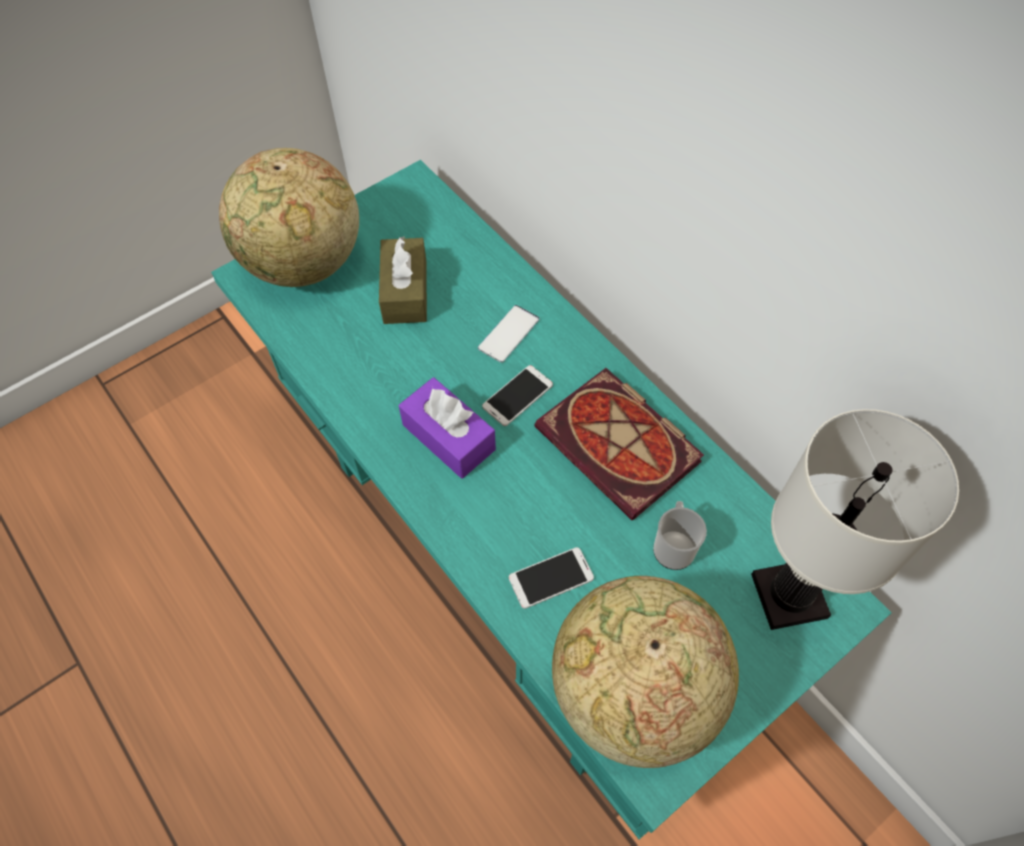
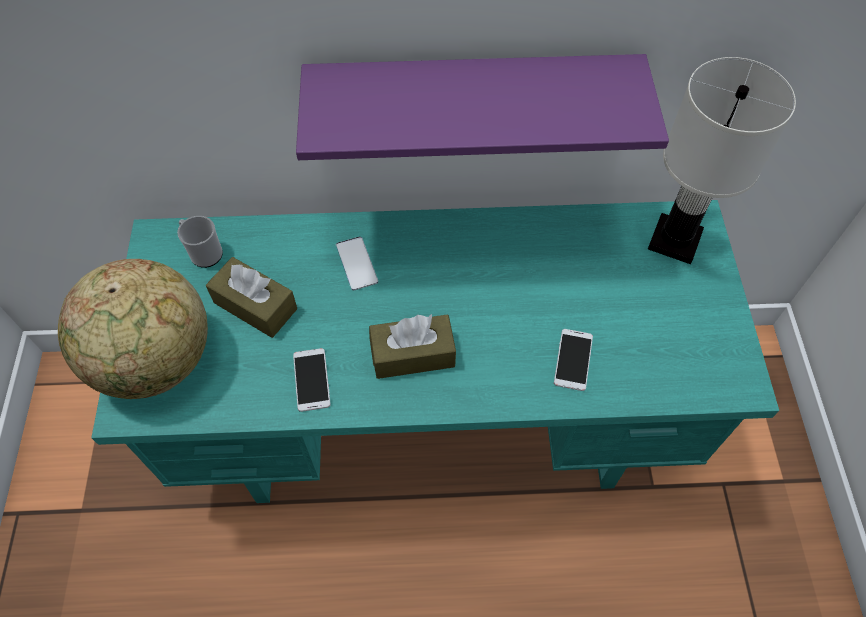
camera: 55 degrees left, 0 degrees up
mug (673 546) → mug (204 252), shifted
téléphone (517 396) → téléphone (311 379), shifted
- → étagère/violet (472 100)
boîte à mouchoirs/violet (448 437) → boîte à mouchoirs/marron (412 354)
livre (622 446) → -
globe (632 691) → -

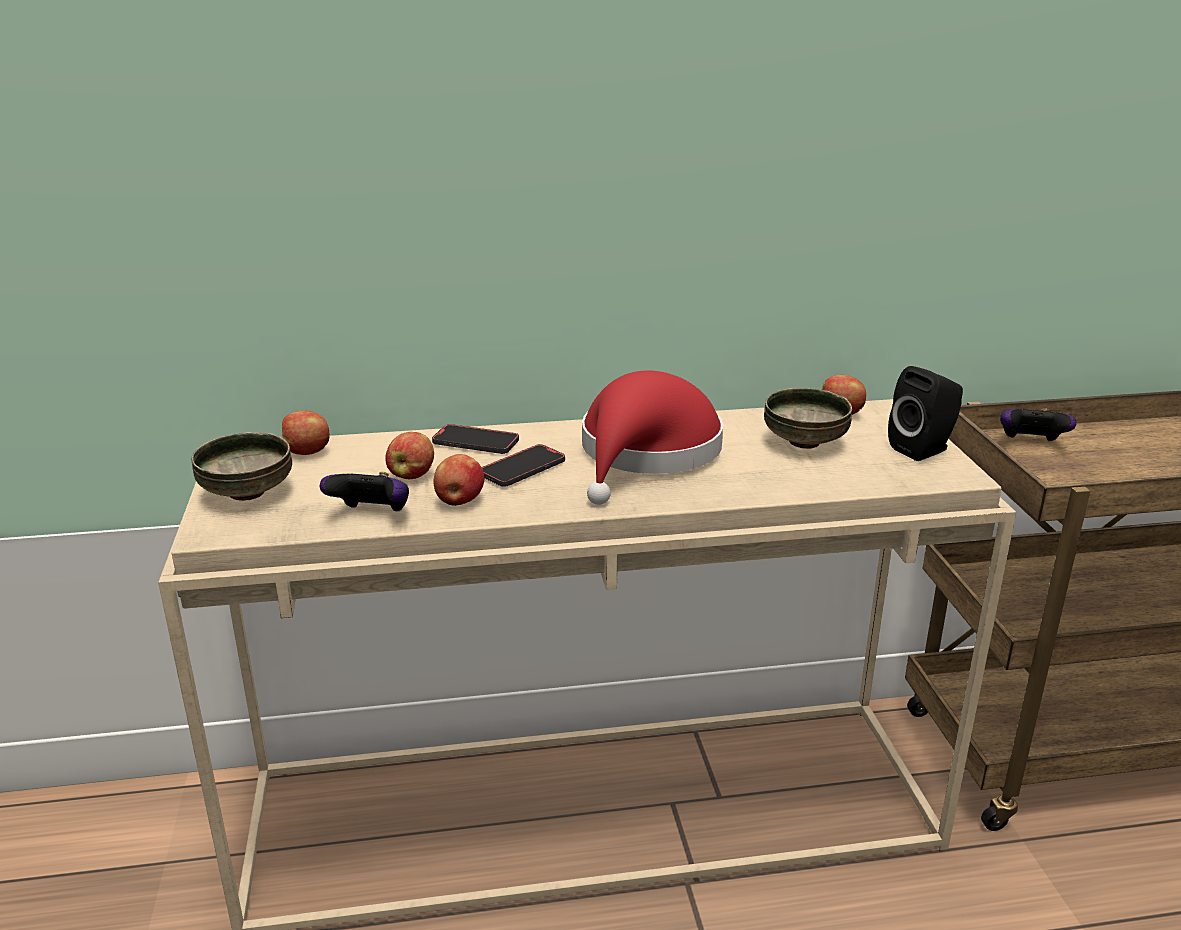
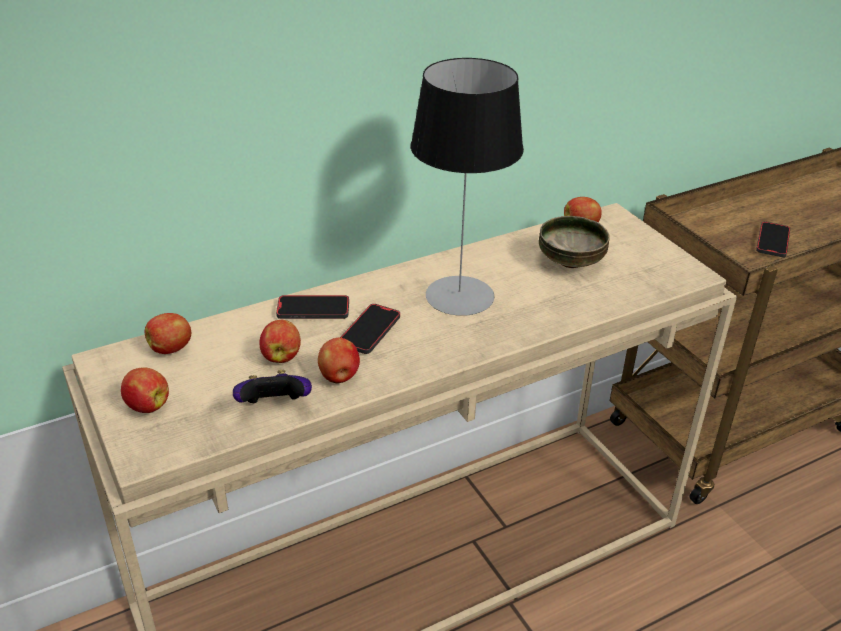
camera: 20 degrees left, 10 degrees up
bol (248 493) → pomme (147 406)
chapeau/rouge (647 454) → lampe de table (459 296)
- → téléphone (772 242)
enceinte/noir (924 449) → -
manette (1030 443) → -

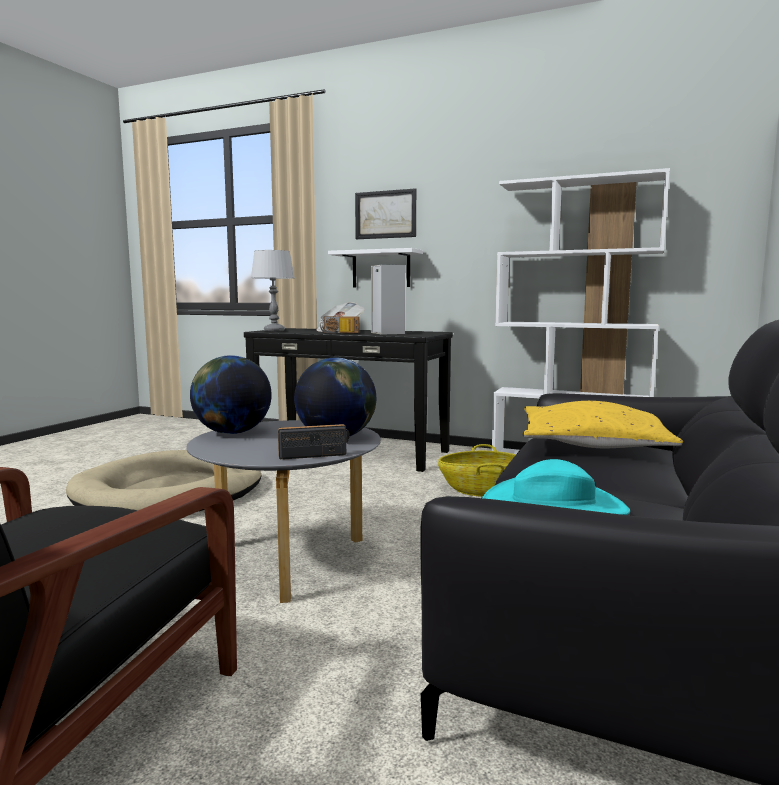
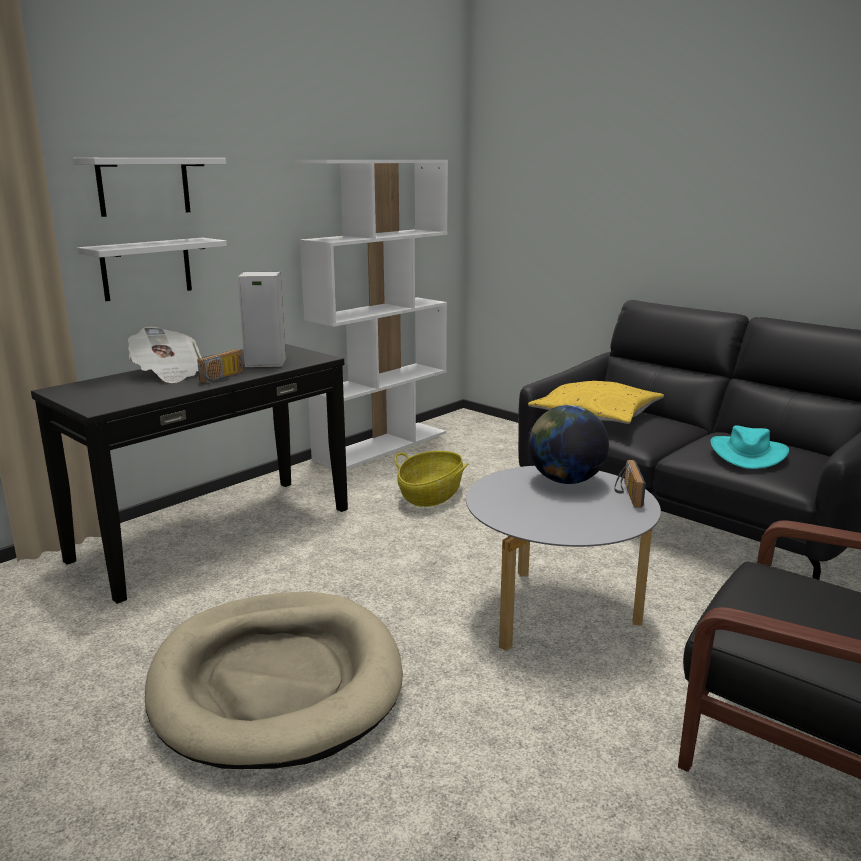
camera: 70 degrees left, 10 degrees up
tableau (385 214) → étagère/blanc (144 186)
globe (232 433) → -
lampe de table/gris (274 331) → -

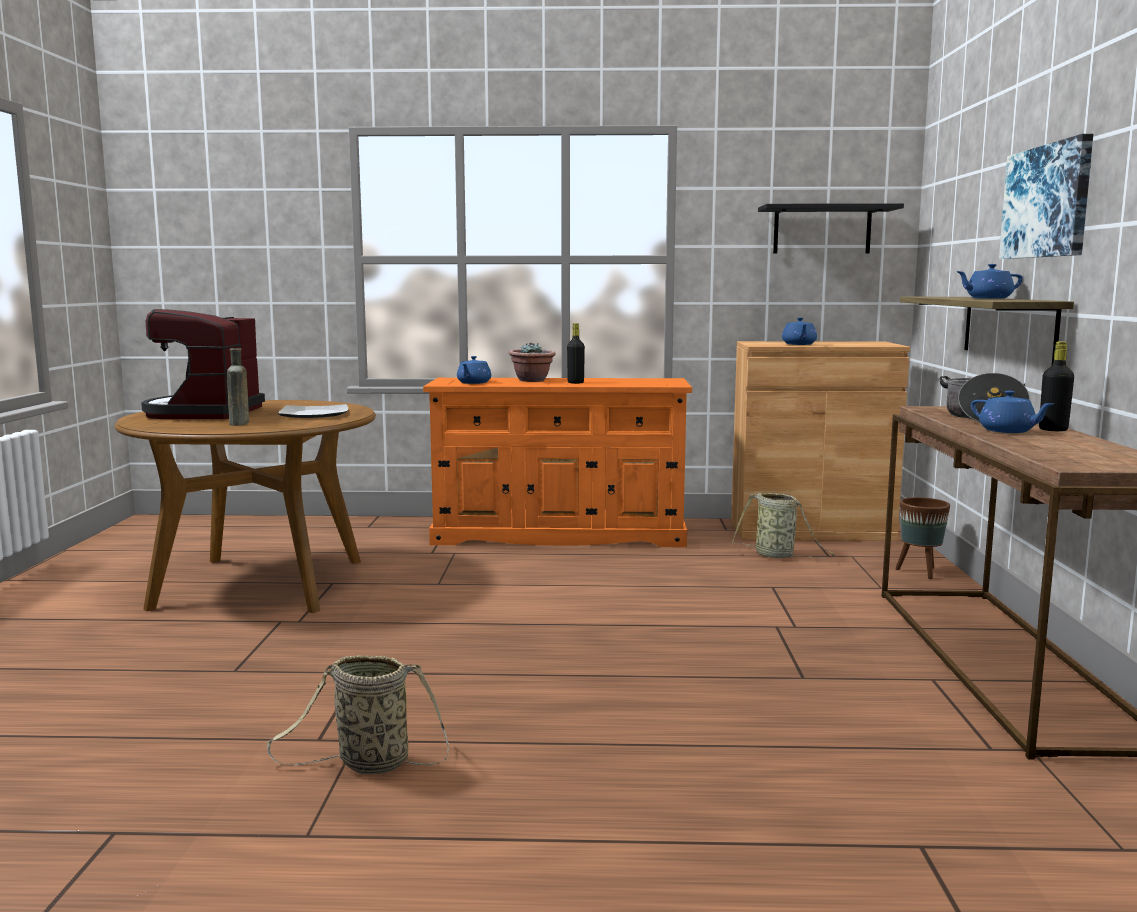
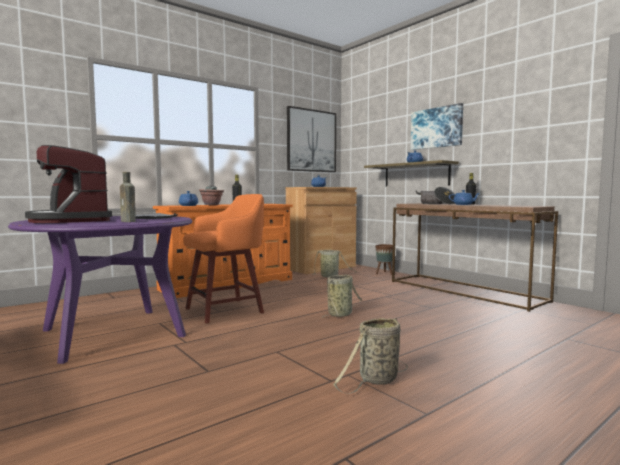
camera: 40 degrees left, 5 degrees down
table à manger/marron (260 584) → table à manger/violet (113 333)
- → tabouret/orange (227 310)
étagère/noir (822 230) → tableau (311 141)
- → panier (341 314)

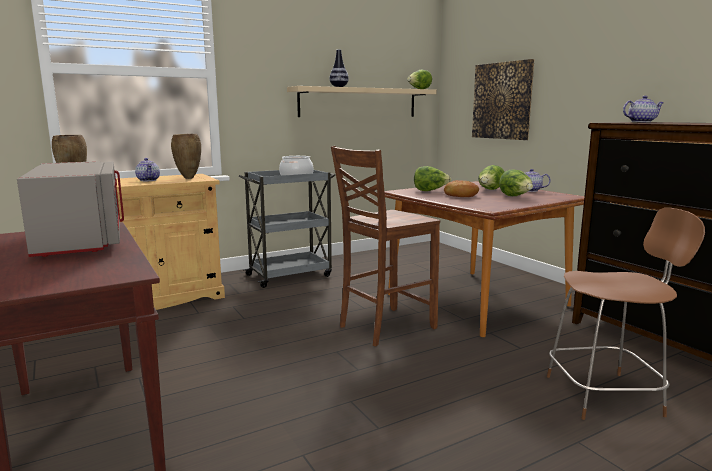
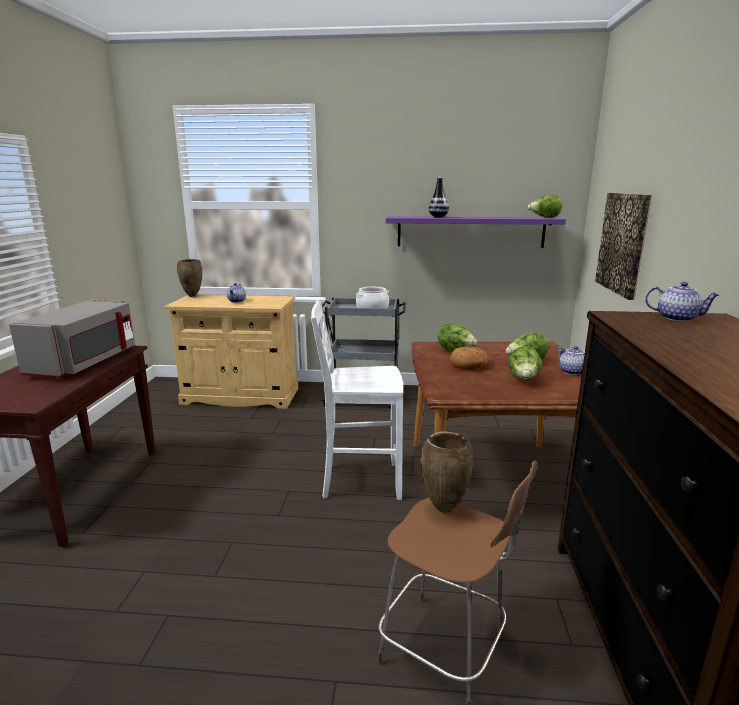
camera: 35 degrees right, 5 degrees up
chaise/marron (384 327) → chaise/blanc (359 480)
étagère/beige (359 102) → étagère/violet (470 231)
vase/marron (188 178) → vase/marron (443 509), shifted

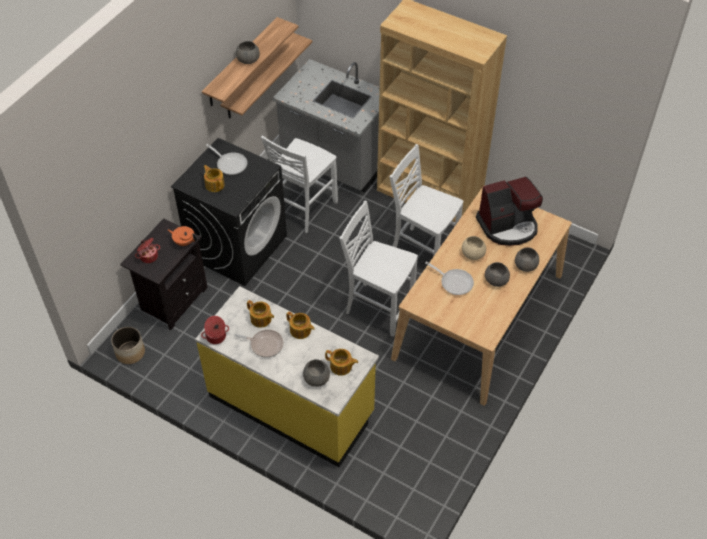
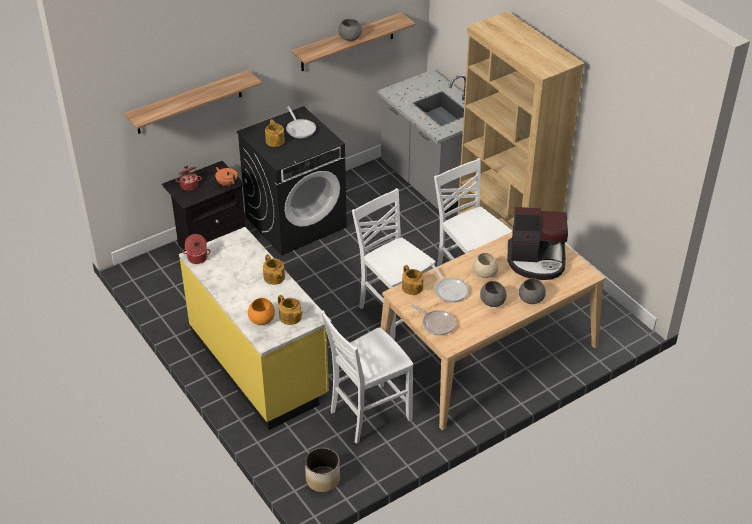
camera: 25 degrees right, 10 degrees down
étagère (258 77) → étagère (189 102), shifted
bol/gris (316 378) → bol/orange (262 318)
cache-pot (130 353) → cache-pot (322 479), shifted
chaise/blanc (303 209) → chaise/blanc (368 415), shifted
théière (261 319) → théière (412 288), shifted
poêle (265 344) → poêle (436 324), shifted

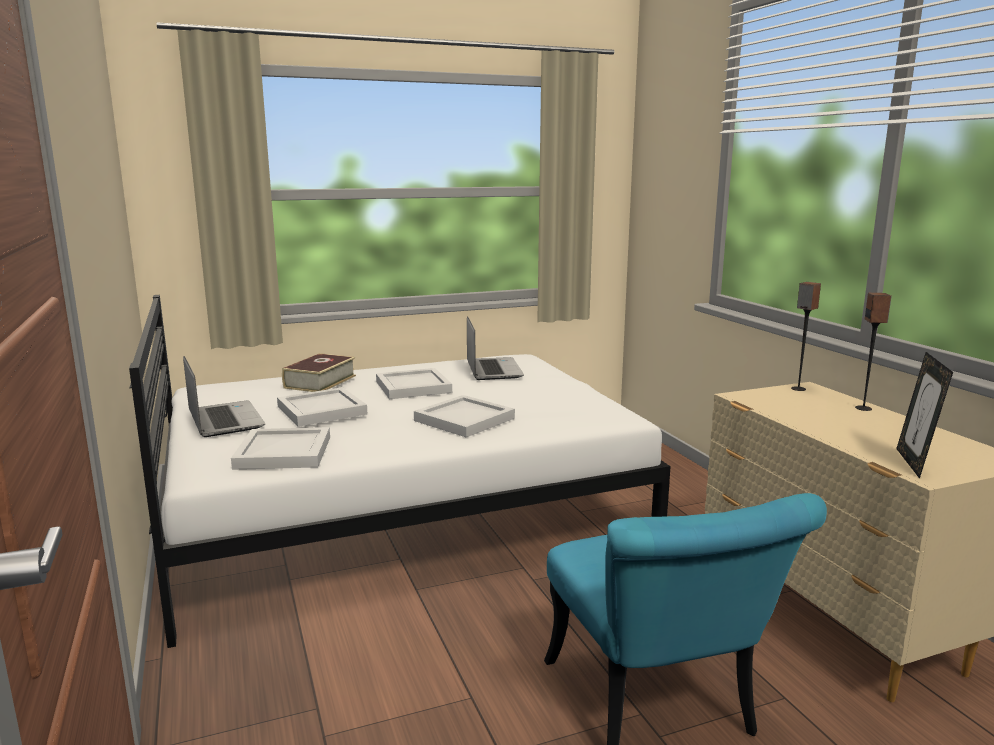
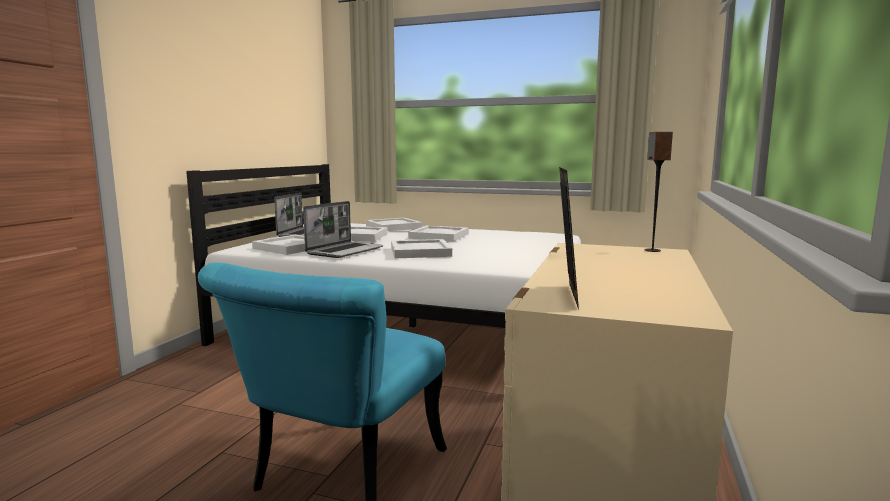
camera: 40 degrees right, 5 degrees down
ordinateur portable (492 370) → ordinateur portable (345 251), shifted
livre (320 382) → plateau/blanc (394 227)
cadre photo (914 463) → cadre photo (565 296), 135 degrees clockwise
enceinte (863 408) → -

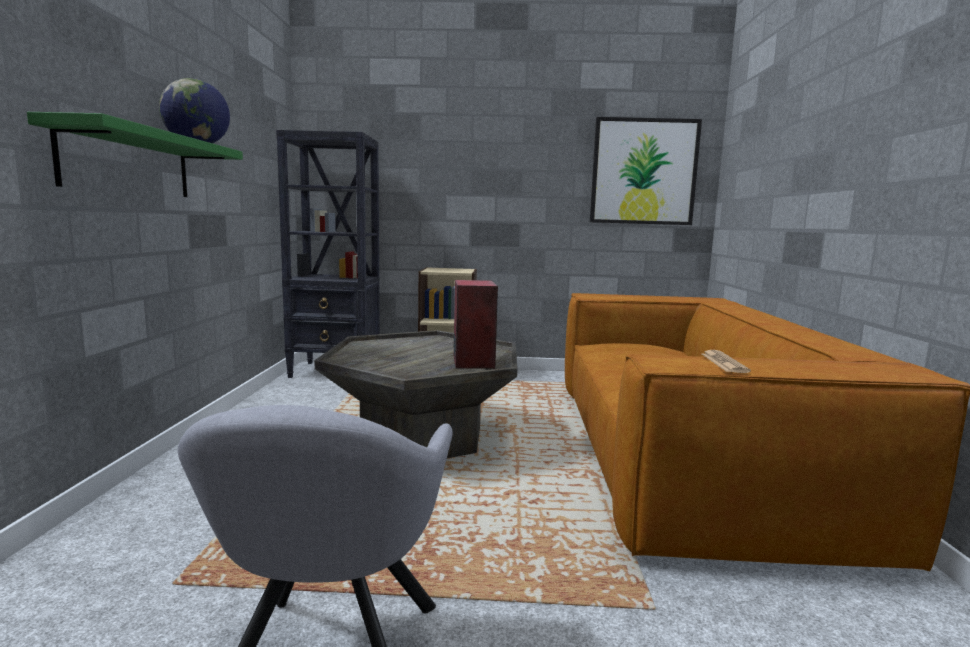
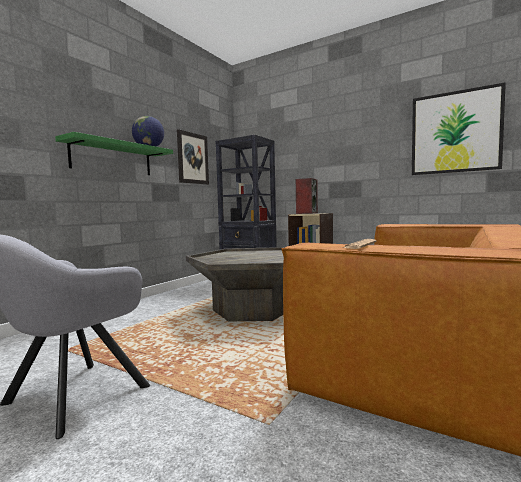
camera: 30 degrees right, 5 degrees down
- → tableau (192 158)
enceinte (472 361) → enceinte (306 213), shifted

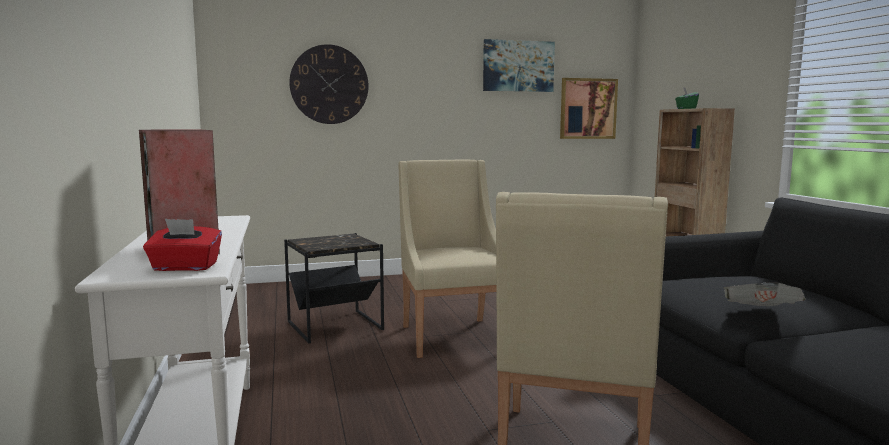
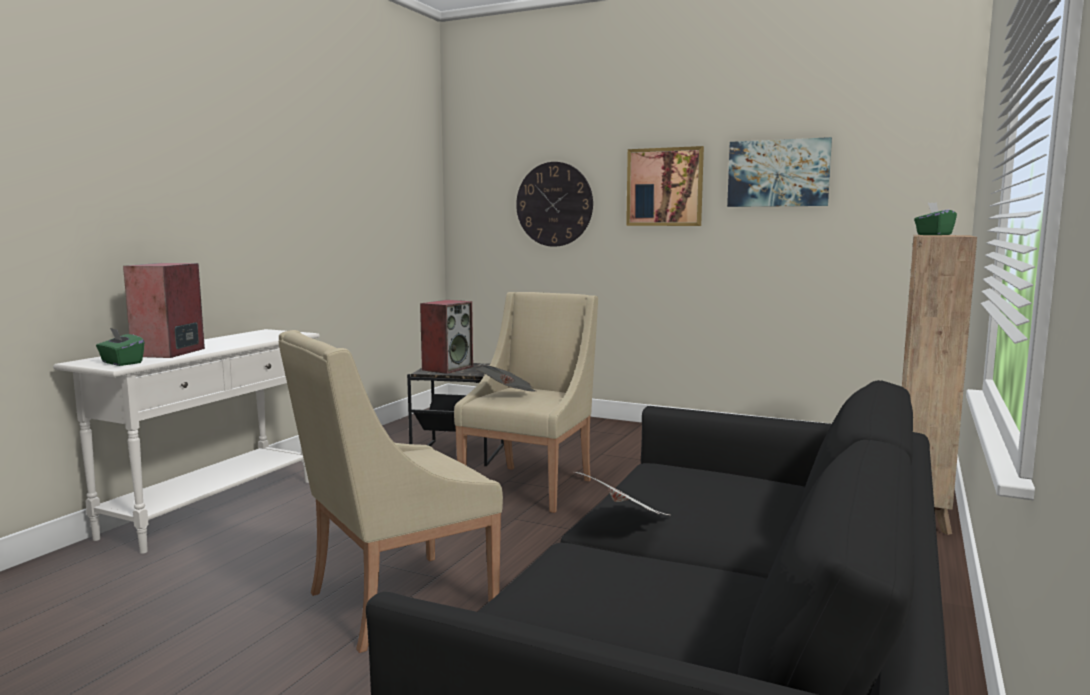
camera: 40 degrees right, 0 degrees up
boîte à mouchoirs/rouge (185 267) → boîte à mouchoirs/vert (121 363)
- → enceinte (447 368)
- → journal (508 395)
tableau (588 108) → tableau (664 187), shifted

